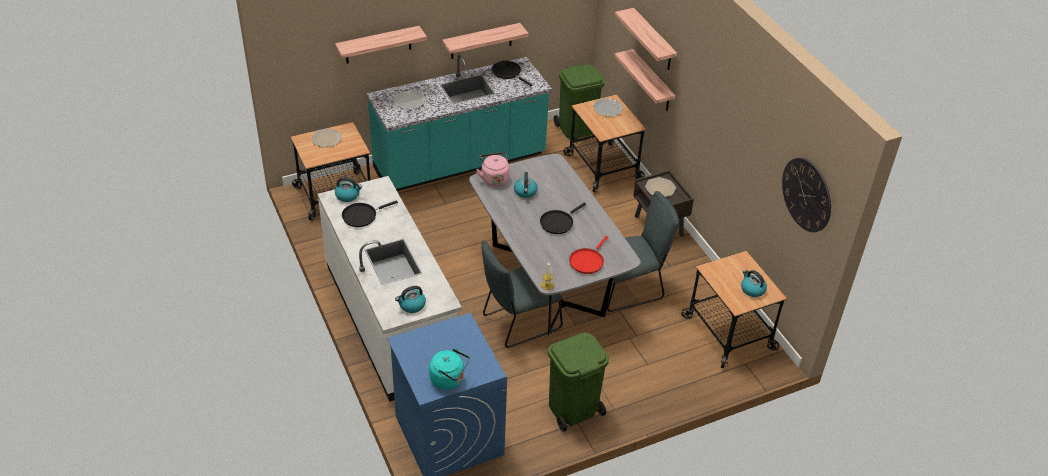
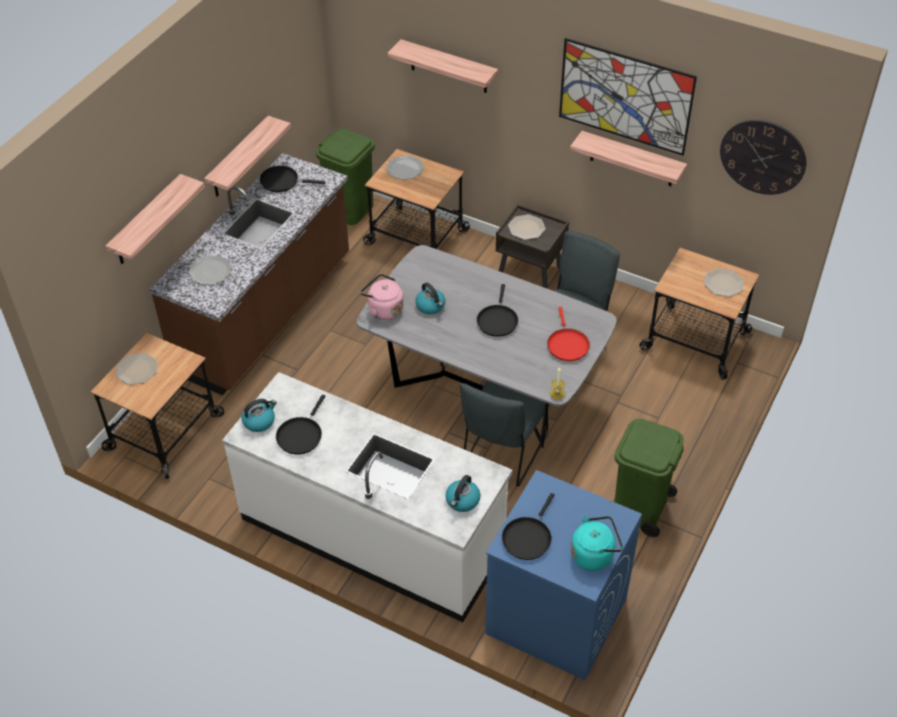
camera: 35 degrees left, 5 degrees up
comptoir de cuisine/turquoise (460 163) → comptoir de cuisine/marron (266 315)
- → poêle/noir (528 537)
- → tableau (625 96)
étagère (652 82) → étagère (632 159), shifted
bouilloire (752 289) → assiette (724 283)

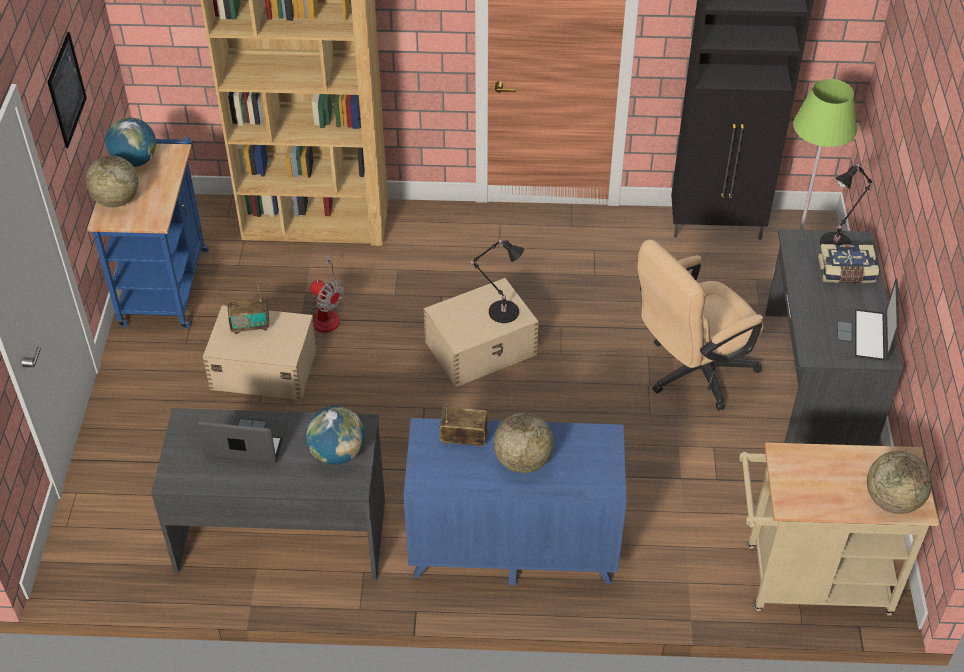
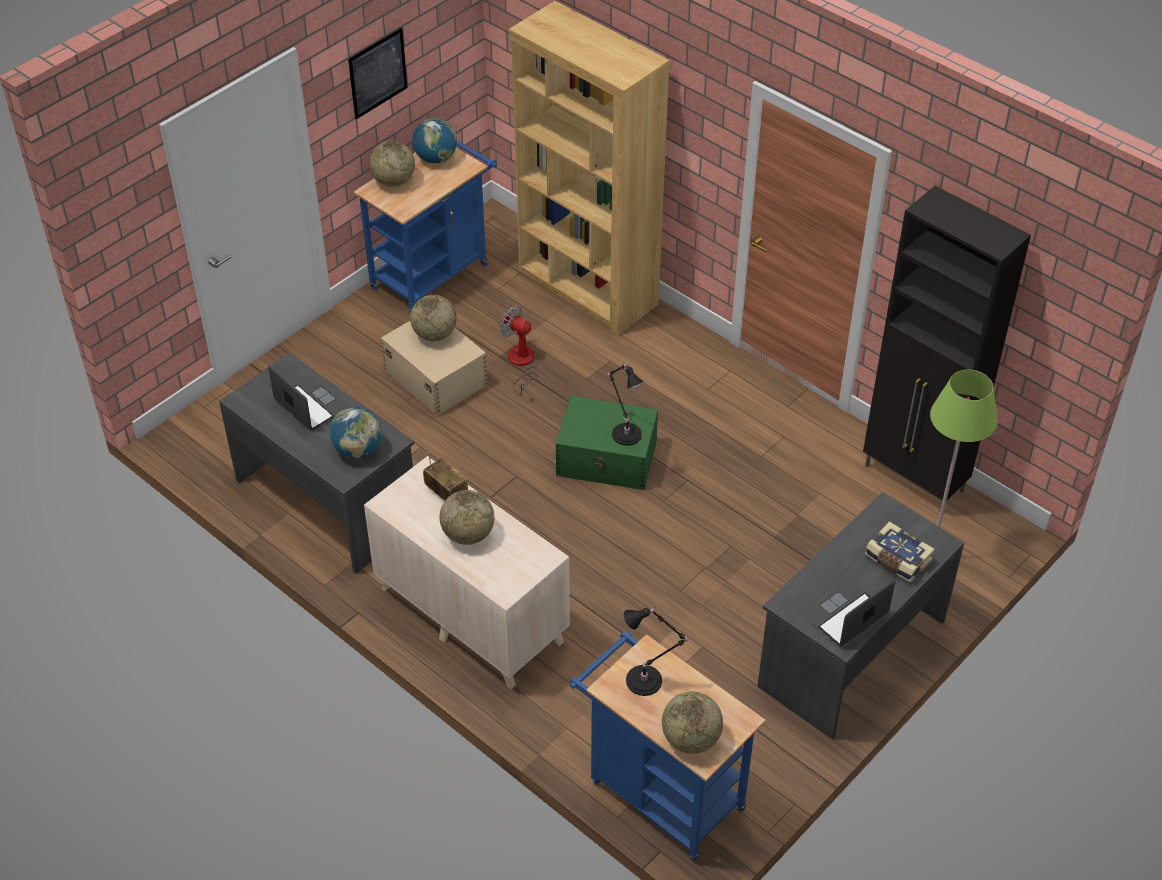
camera: 40 degrees right, 0 degrees up
commode/bleu (512 546) → commode/beige (471 614)
radio (250 325) → globe (434 334)
ventilateur (327 314) → ventilateur (521 363), 135 degrees clockwise
boîte de rangement/beige (482 348) → boîte de rangement/vert (607 459)
chariot/beige (807 580) → chariot/bleu (659 791)
lampe de table/noir (837 242) → lampe de table/noir (647 681), shifted
chaise de bureau/beige (691 373) → -

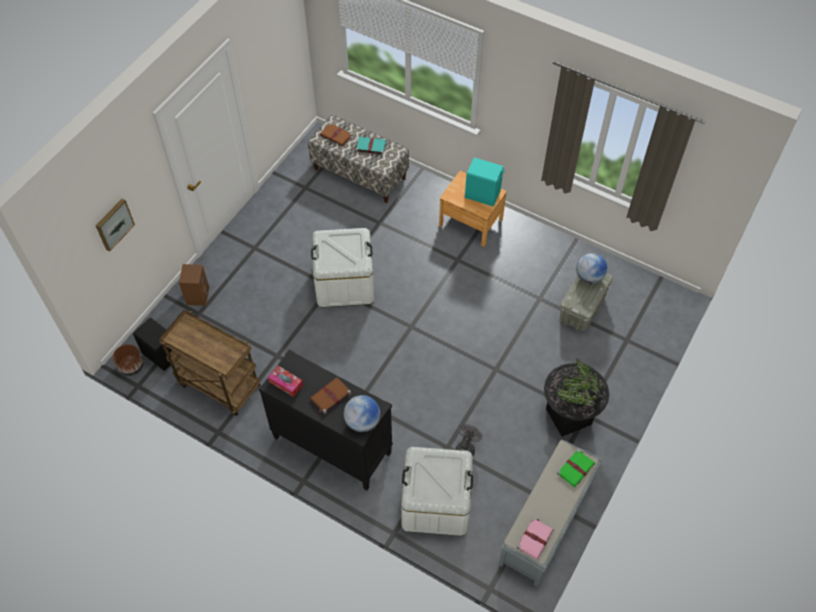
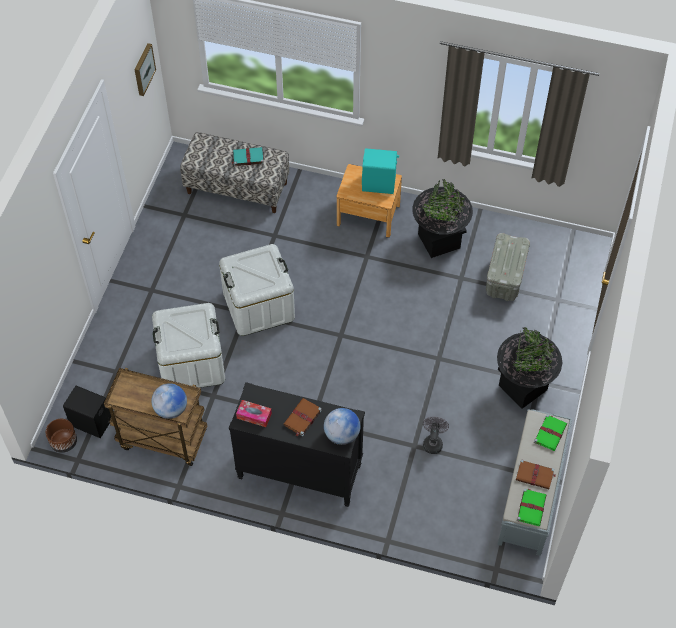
camera: 15 degrees left, 0 degrees up
tableau (113 224) → tableau (143 69), shifted
globe (589 277) → globe (171 409), shifted
boîte de rangement/blanc (435 503) → boîte de rangement/blanc (191 363), shifted
- → cache-pot/noir (439 241)
livre/marron (336 135) → livre/marron (535 475), shifted
livre/rose (535 538) → livre/vert (531 507)
enceinte/marron (197 295) → -

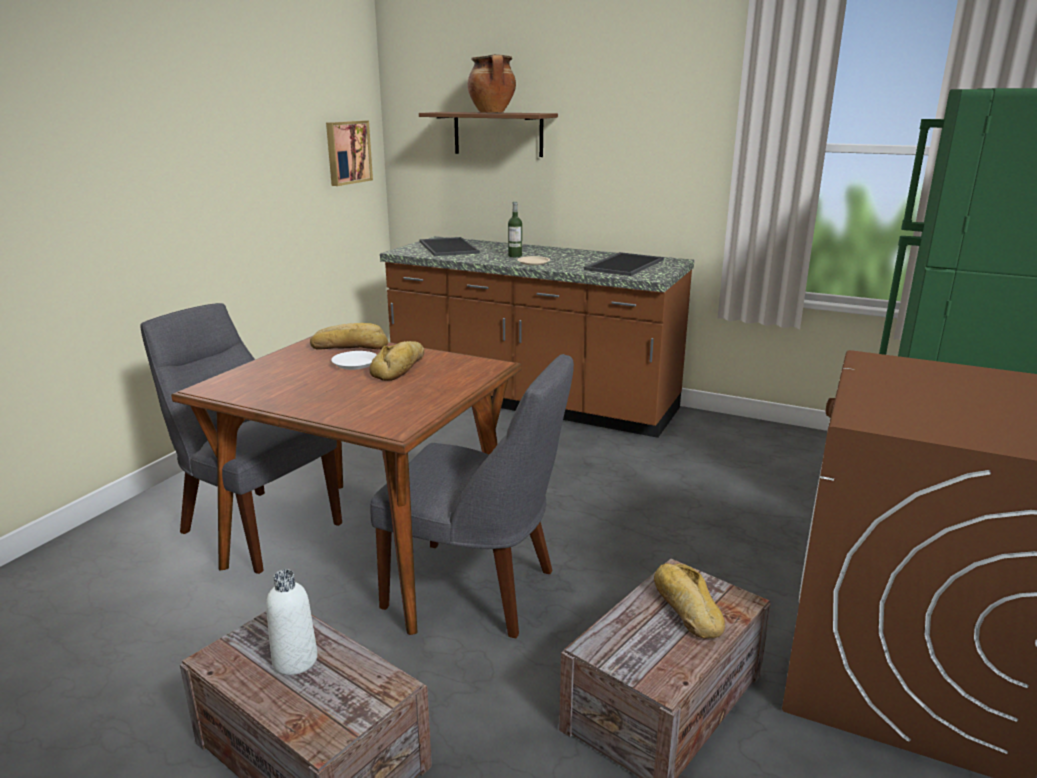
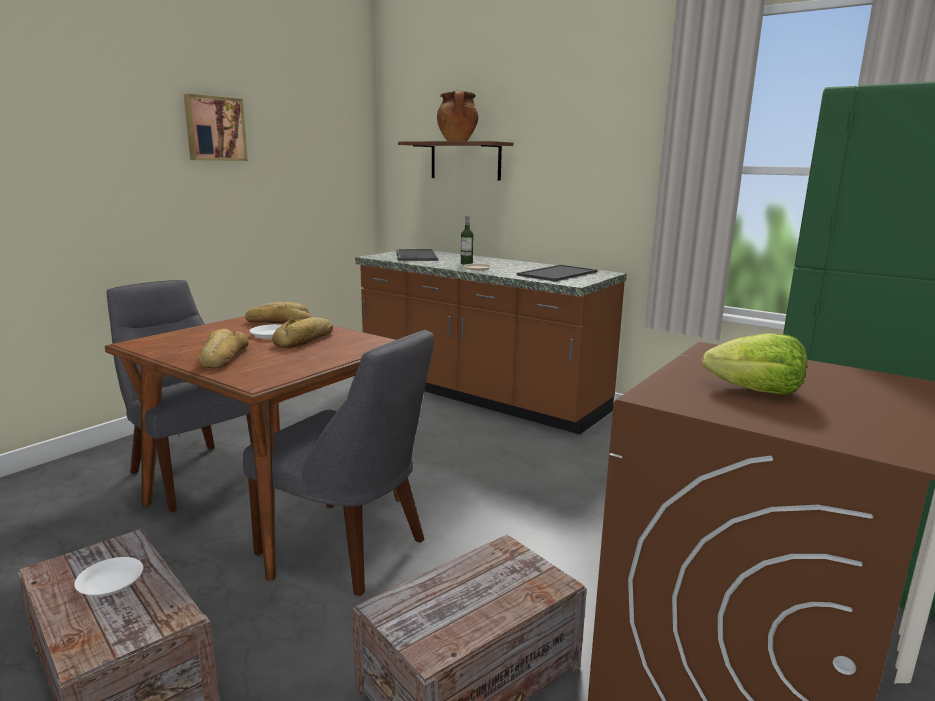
camera: 10 degrees right, 5 degrees down
bouteille/blanc (295 660) → assiette/blanc (110 582)
tableau (347 152) → tableau (214 129), shifted
pain (686 608) → pain (222 357), shifted
- → laitue (755 391)

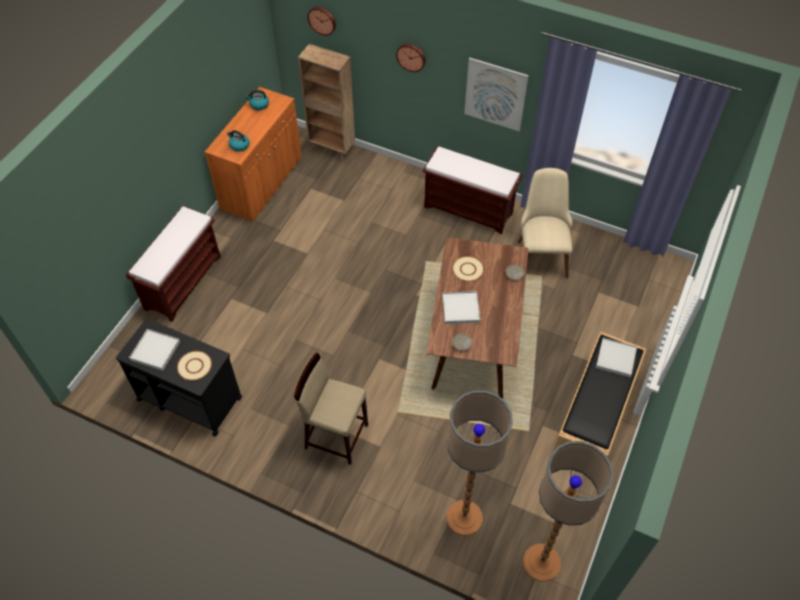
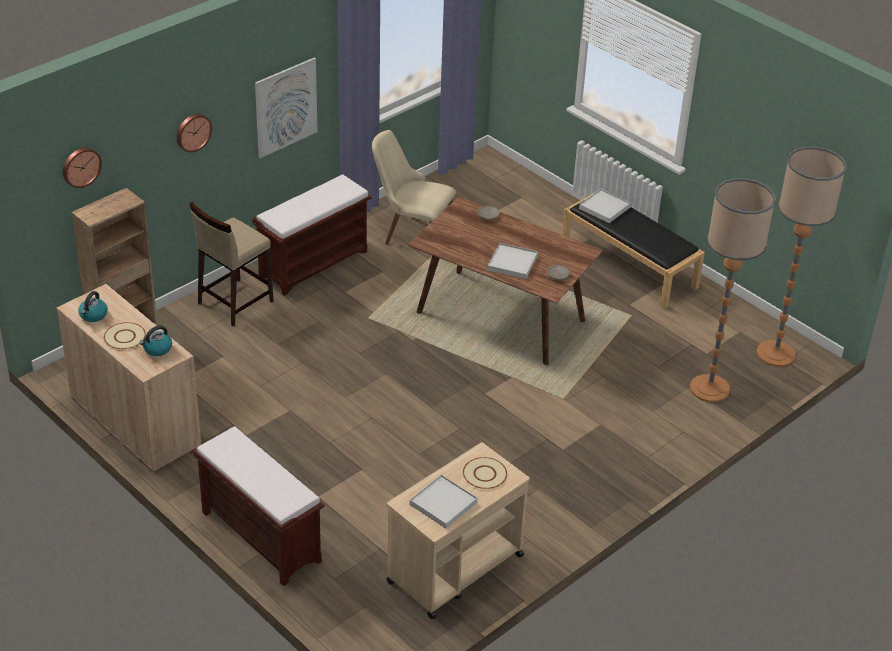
camera: 70 degrees left, 15 degrees down
meuble de rangement/orange (262 183) → meuble de rangement/beige (135 421)
assiette/beige (467 269) → assiette/beige (125 337), shifted
tabouret/beige (336 436) → tabouret/beige (234 302), shifted
chariot/noir (189 398) → chariot/beige (454 569)

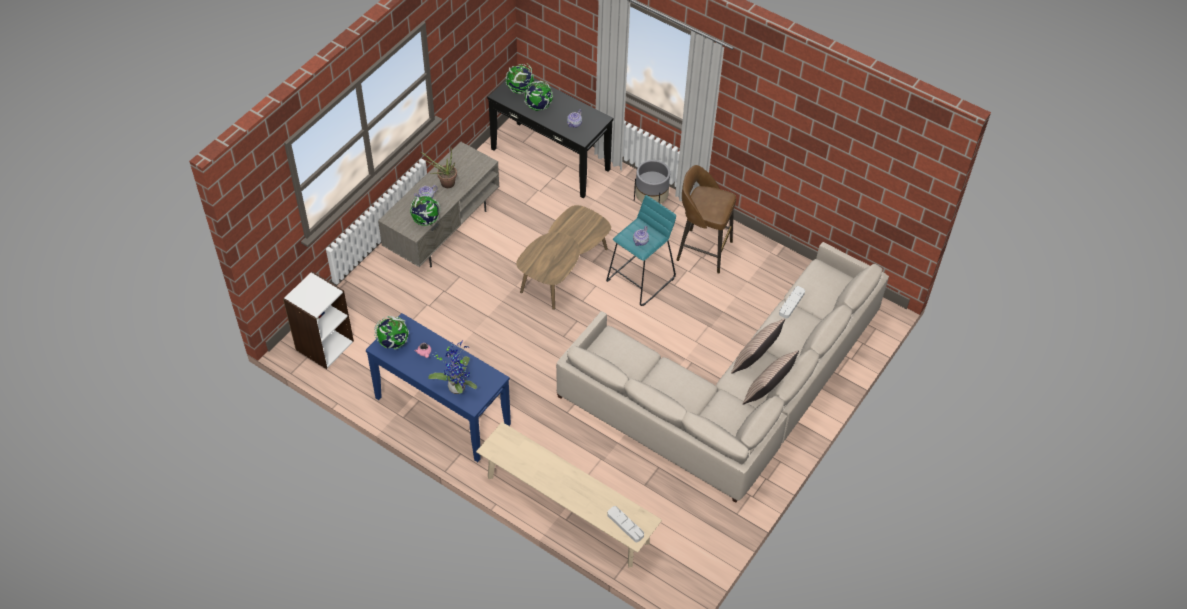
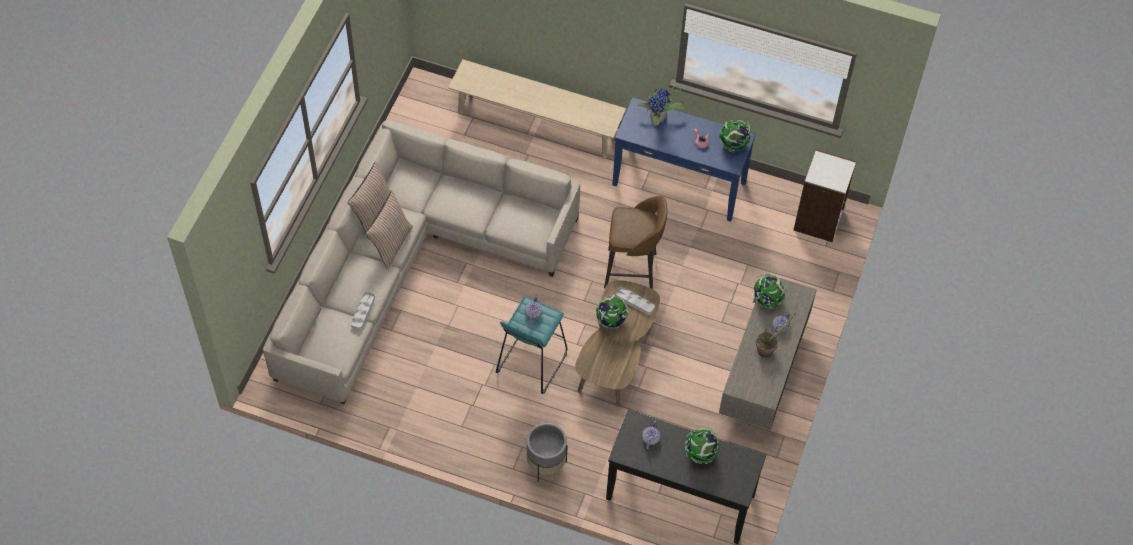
camera: 165 degrees right, 5 degrees up
globe (520 89) → globe (611 321), shifted
tabouret/marron (702 250) → tabouret/marron (632 271), shifted
plateau/gris (625 525) → plateau/gris (635 302), shifted

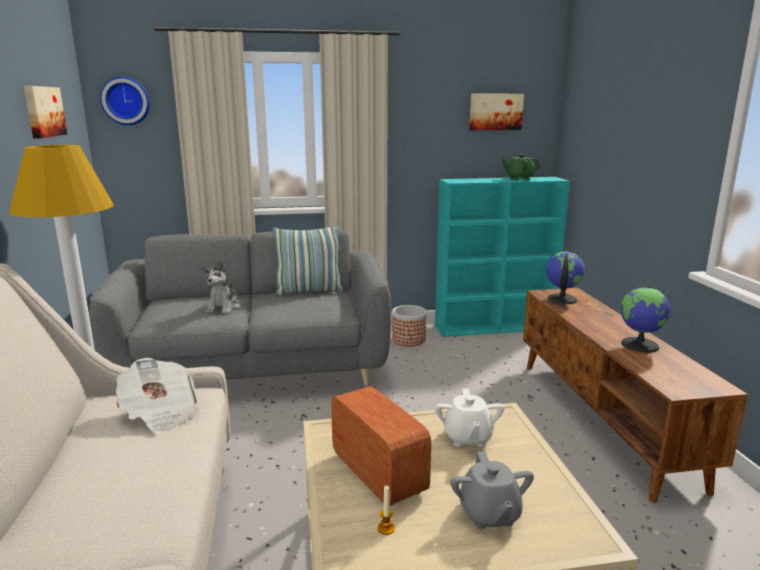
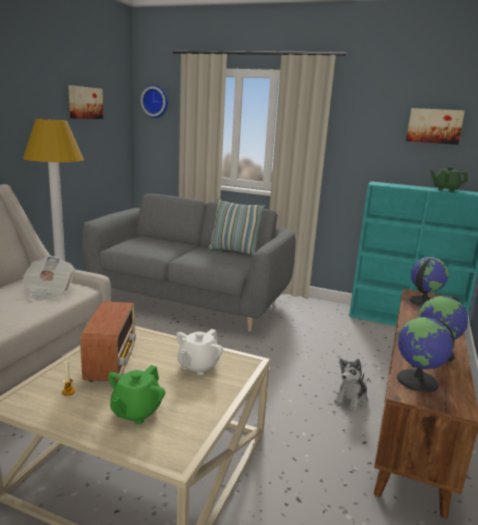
camera: 30 degrees right, 0 degrees up
théière/gris (489 514) → théière/vert (136 412)
peluche (224 307) → peluche (351 399), shifted
- → globe (417 381)
cache-pot (409 339) → -

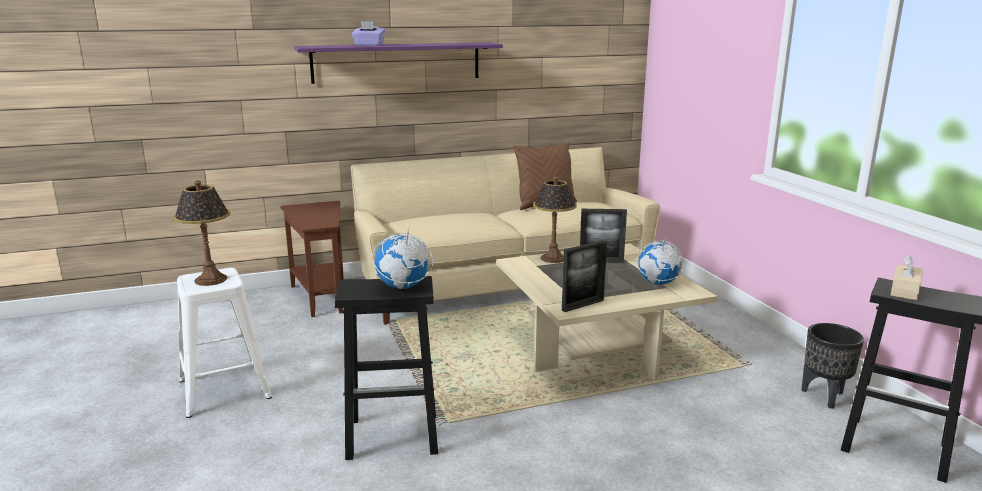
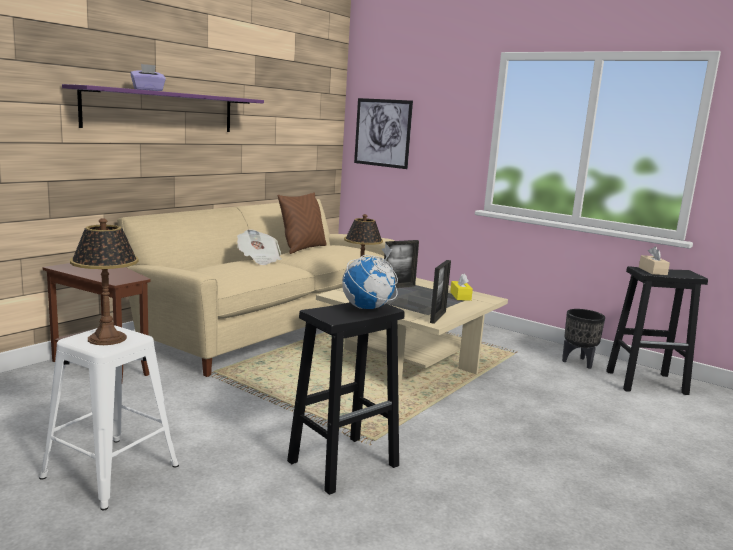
camera: 35 degrees left, 5 degrees down
- → journal (259 259)
- → tableau (382 133)
globe (657 283) → boîte à mouchoirs/jaune (460 296)

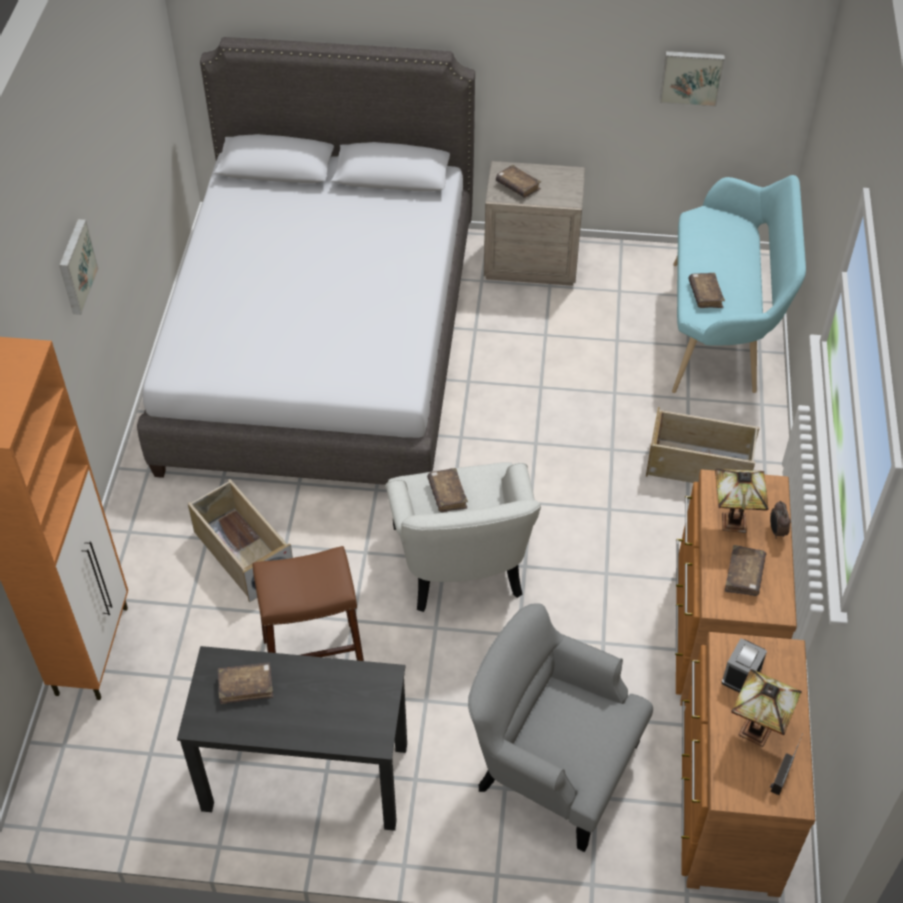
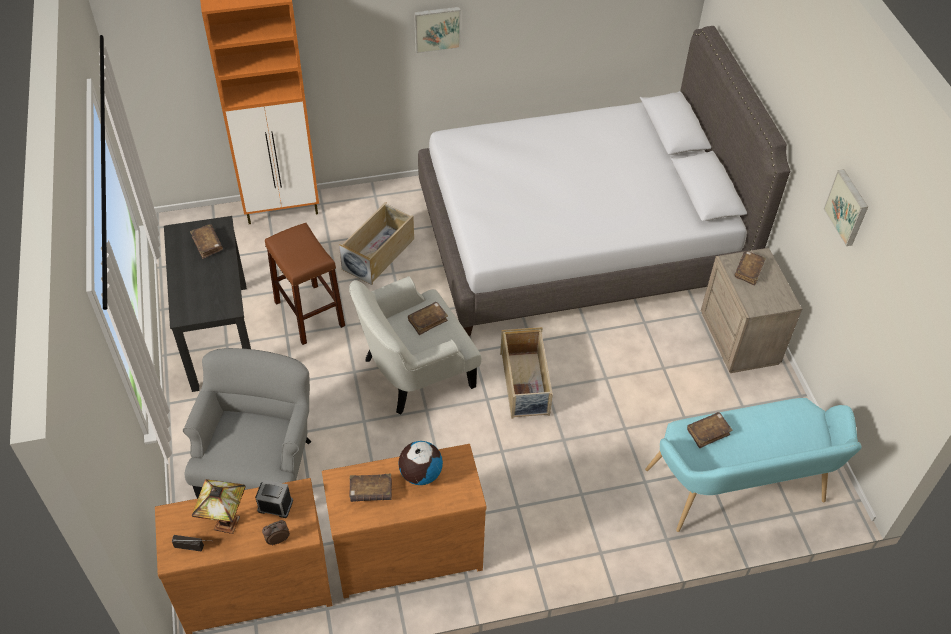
camera: 70 degrees right, 0 degrees up
réveil (776 531) → réveil (277 539), shifted
lampe de table (732 523) → globe (420 474)
boîte de rangement/beige (700 465) → boîte de rangement/beige (525 384), shifted
tableau (691 77) → tableau (848 207), shifted

